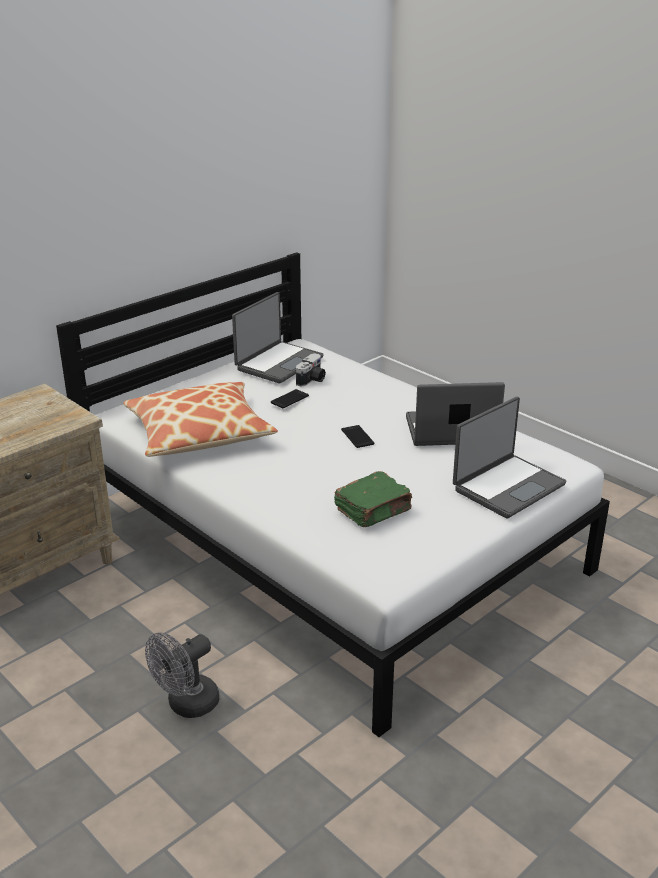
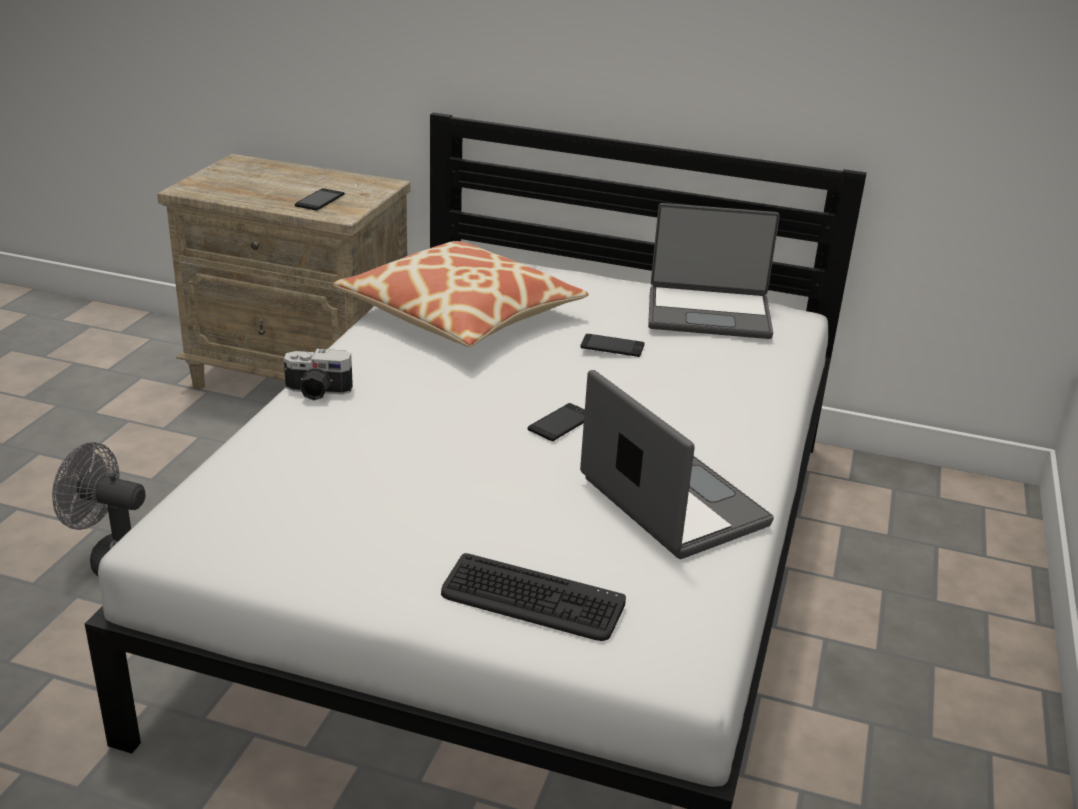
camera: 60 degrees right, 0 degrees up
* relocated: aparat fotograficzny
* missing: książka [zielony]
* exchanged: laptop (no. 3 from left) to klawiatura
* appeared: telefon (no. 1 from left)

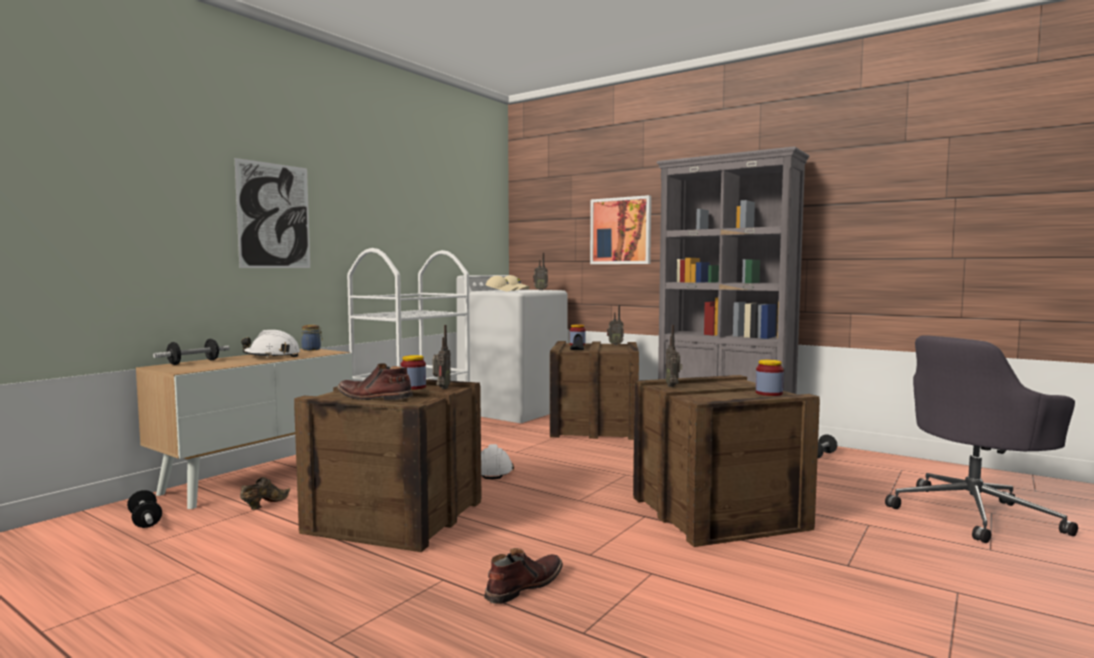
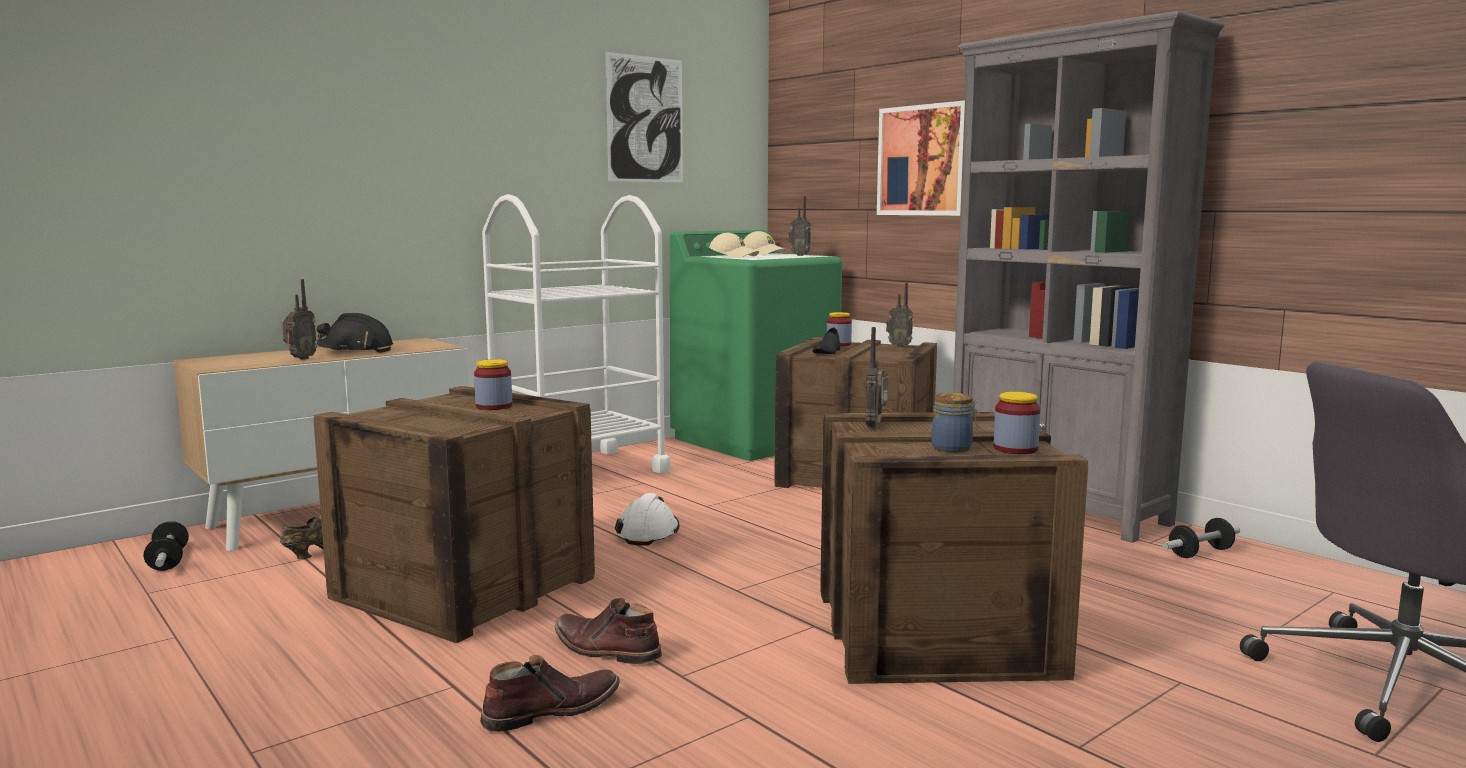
camera: 15 degrees right, 5 degrees up
* missing: hantel (no. 2 from left)
* relocated: obraz (no. 1 from left)
* colour: kask [biały] (no. 1 from left) to kask [czarny]
* relocated: słoik (no. 1 from left in the first image) to słoik (no. 3 from left)
* relocated: but z cholewką [brązowy] (no. 1 from left in the first image) to but z cholewką [brązowy] (no. 2 from left)
* relocated: radio (no. 1 from left)
* colour: pralka [biały] to pralka [zielony]

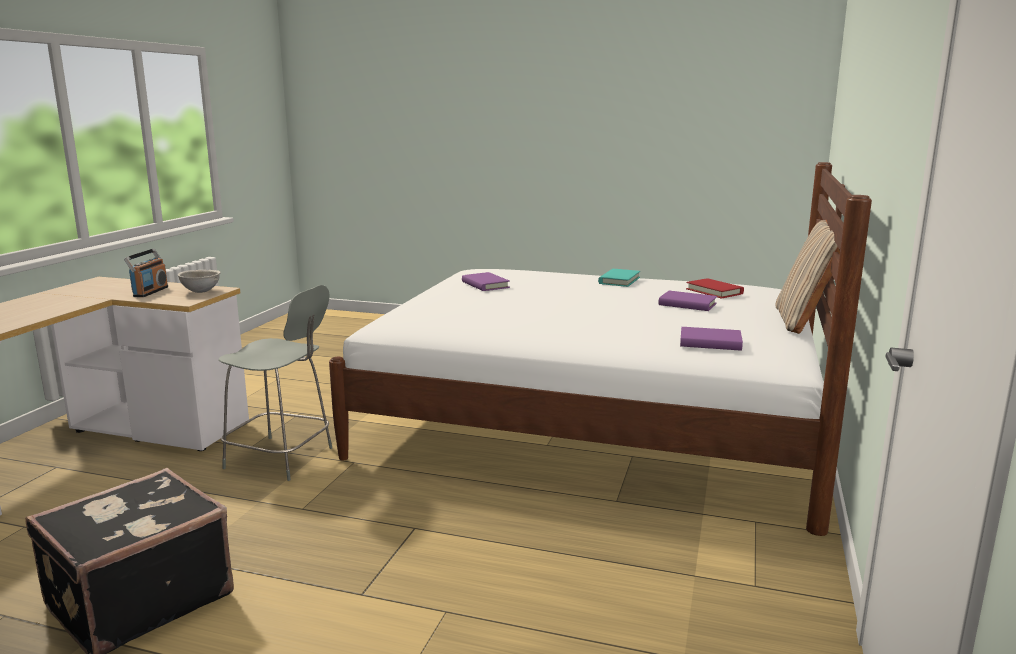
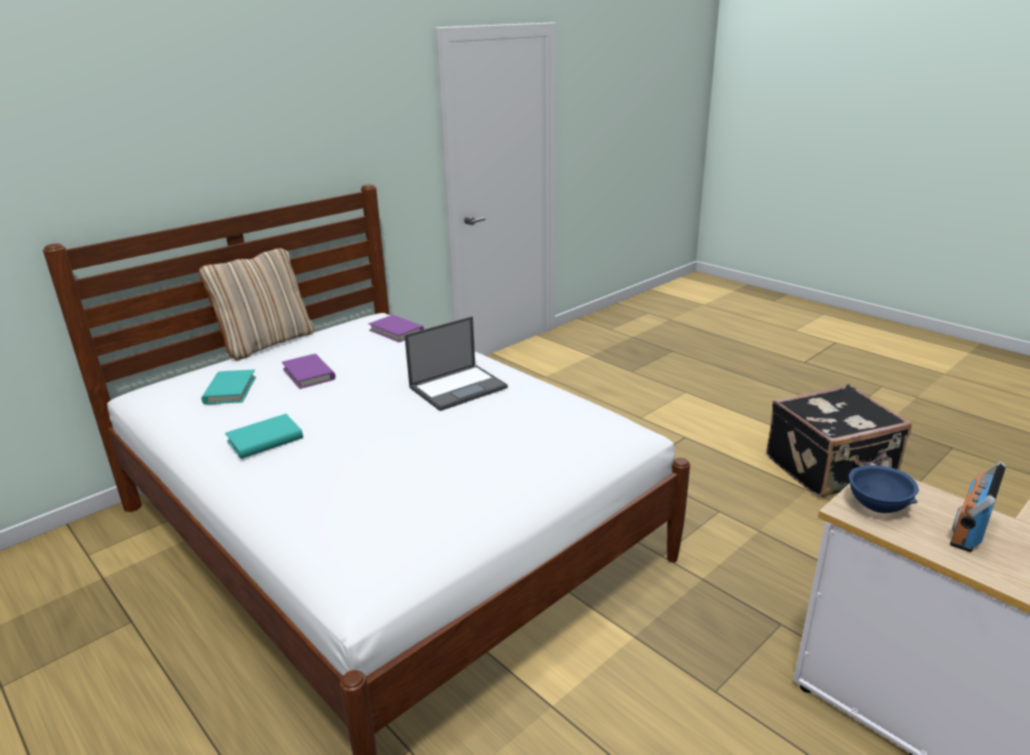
camera: 150 degrees left, 10 degrees up
* colour: miska [szary] to miska [niebieski]
* missing: krzesło [szary]
* missing: książka [fioletowy] (no. 1 from left)
* colour: książka [czerwony] to książka [turkusowy] (no. 1 from left)
* appeared: laptop

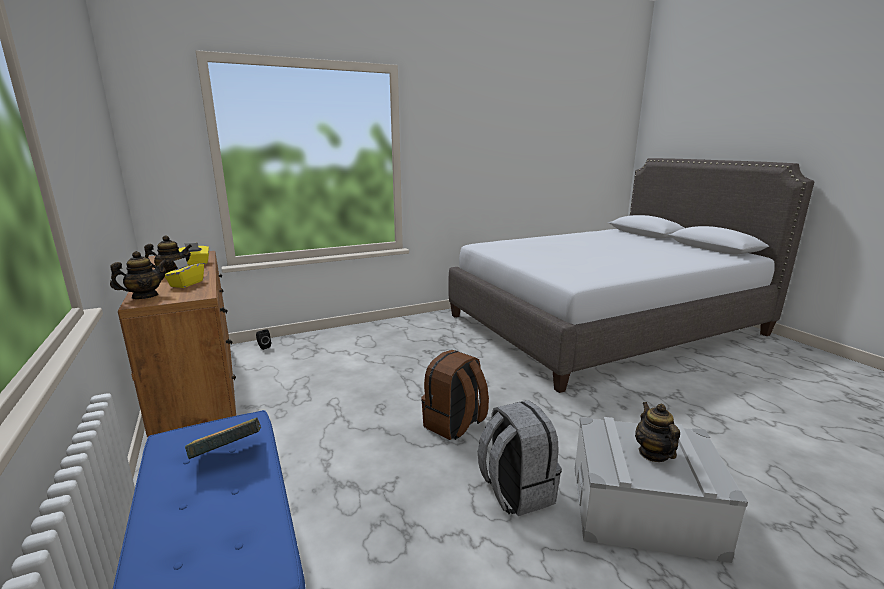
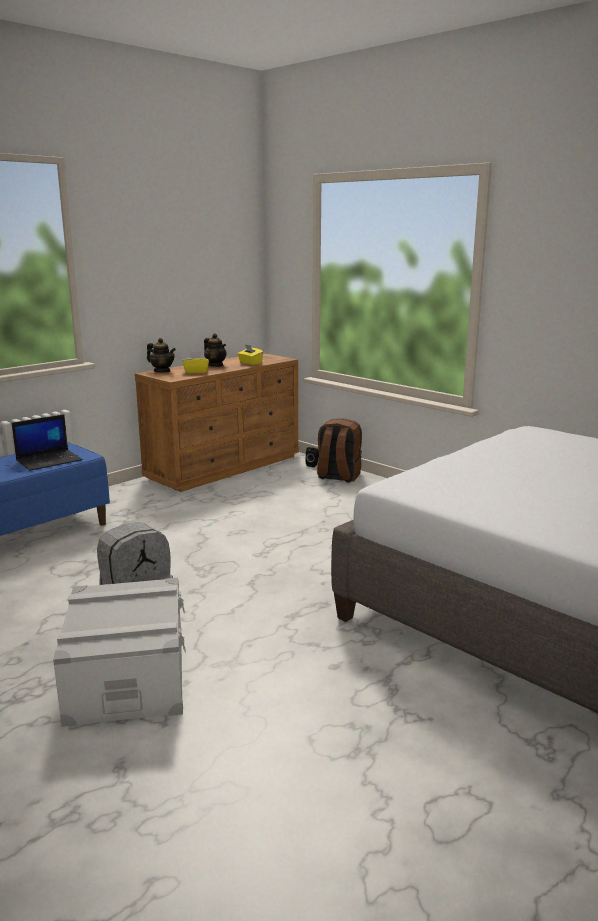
camera: 70 degrees right, 0 degrees up
* exchanged: książka to laptop
* relocated: plecak [brązowy]
* missing: imbryk (no. 3 from left)

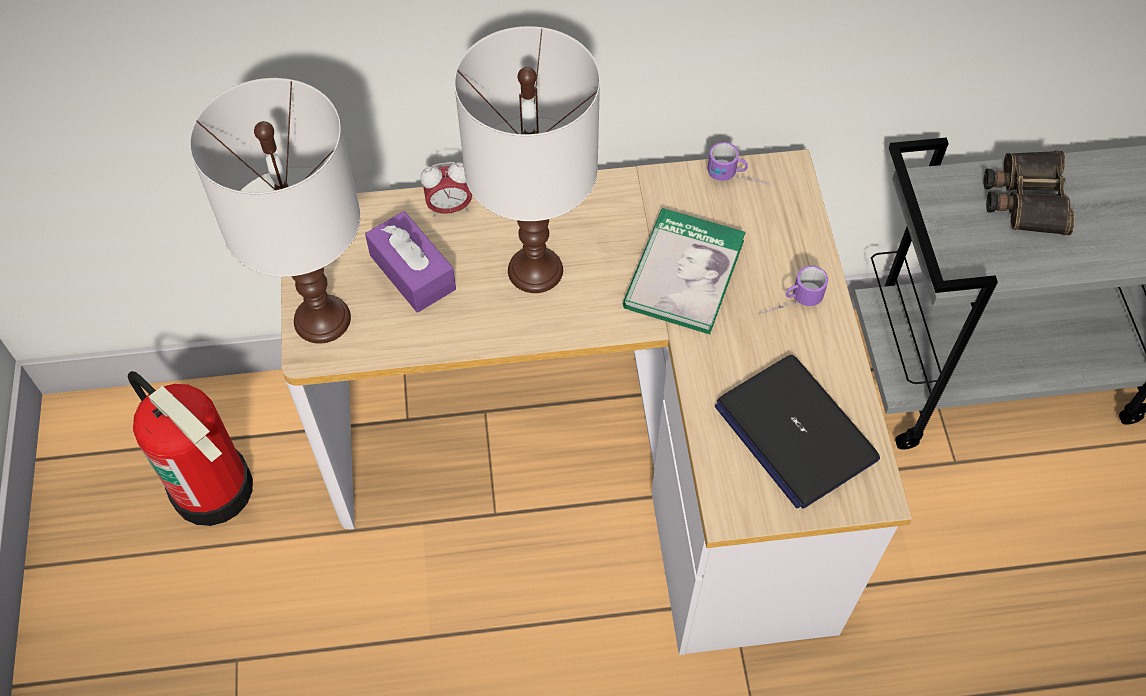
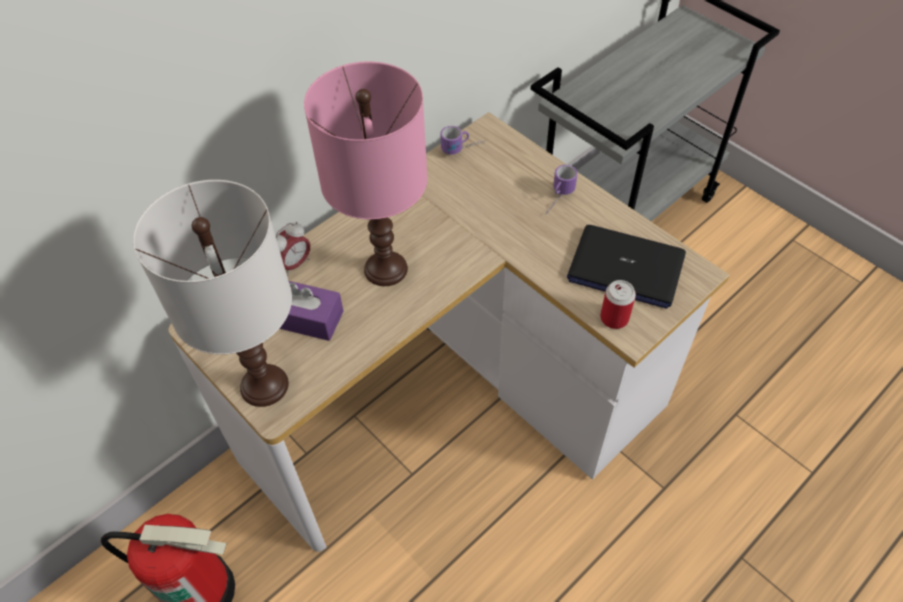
camera: 35 degrees left, 5 degrees down
* colour: lampa stołowa [biały] (no. 2 from left) to lampa stołowa [różowy]
* missing: książka
* missing: lornetka
* appeared: puszka

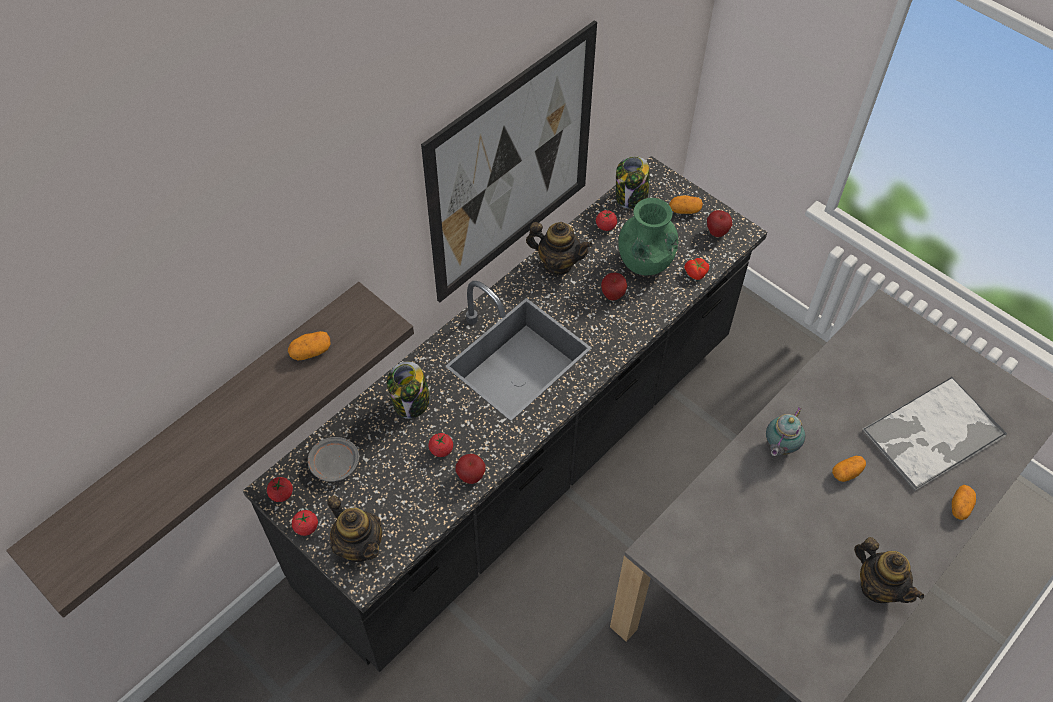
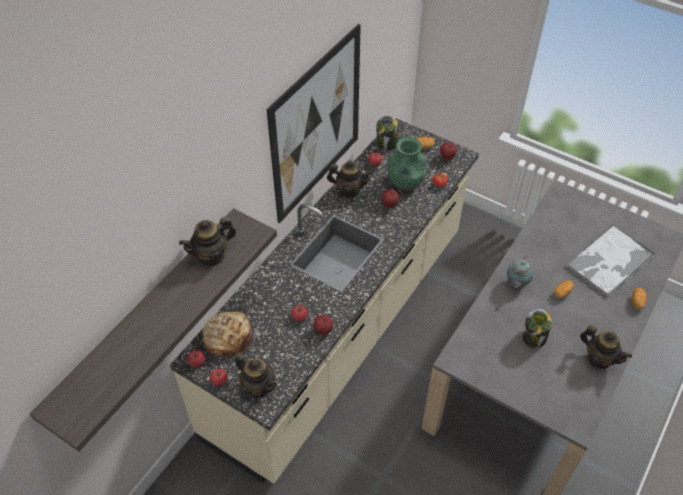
camera: 10 degrees left, 5 degrees down
* colour: zabudowa kuchenna [czarny] to zabudowa kuchenna [beżowy]
* exchanged: ziemniak (no. 1 from left) to imbryk (no. 1 from left)
* exchanged: talerz [szary] to chleb
* relocated: słoik (no. 1 from left in the first image) to słoik (no. 2 from left)

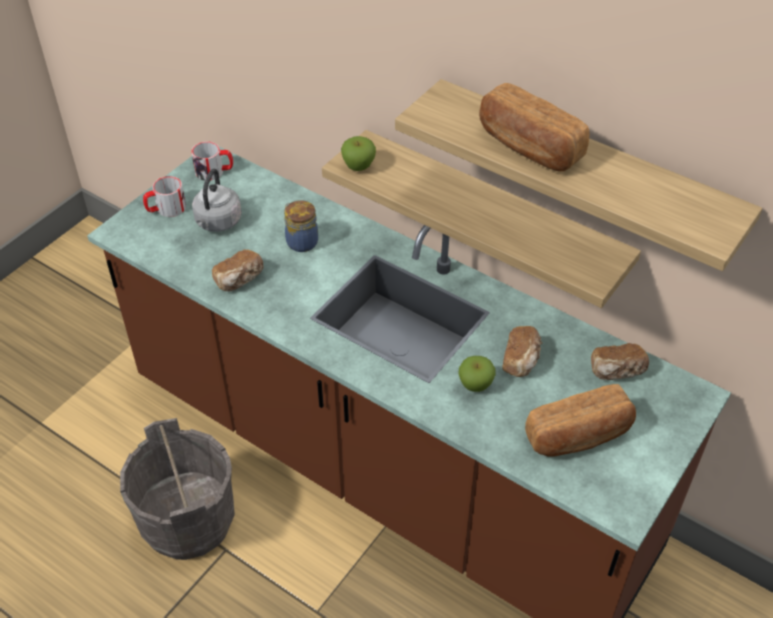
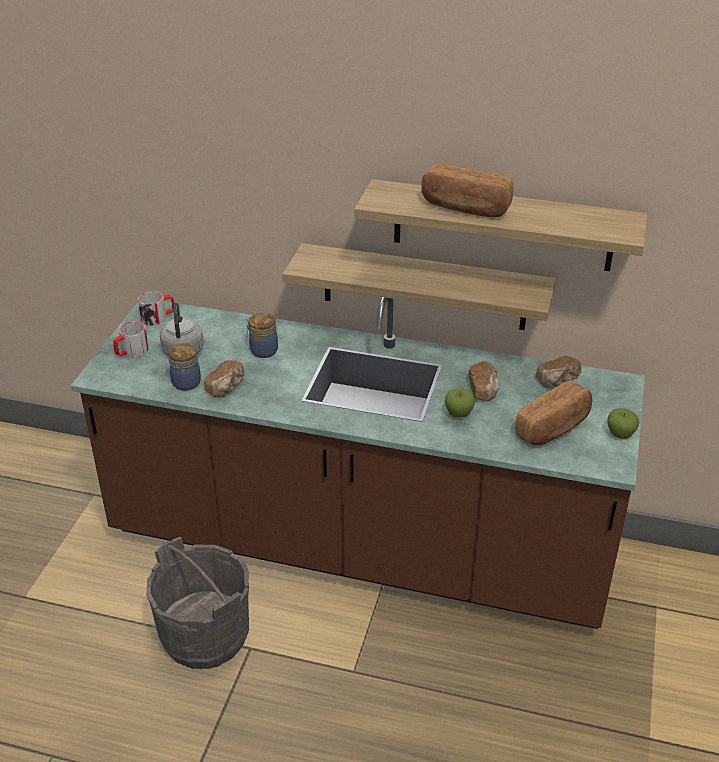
camera: 20 degrees left, 10 degrees down
* relocated: jabłko (no. 1 from left in the first image) to jabłko (no. 2 from left)
* appeared: słoik (no. 1 from left)

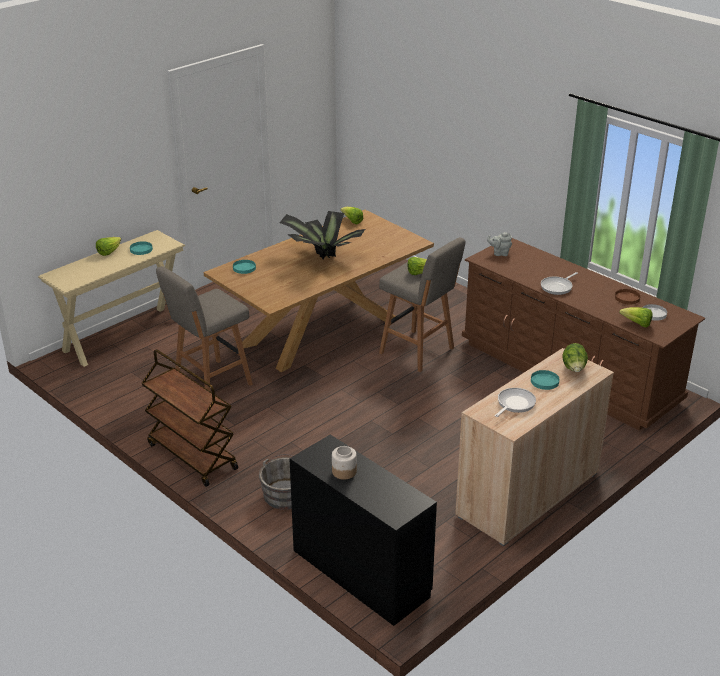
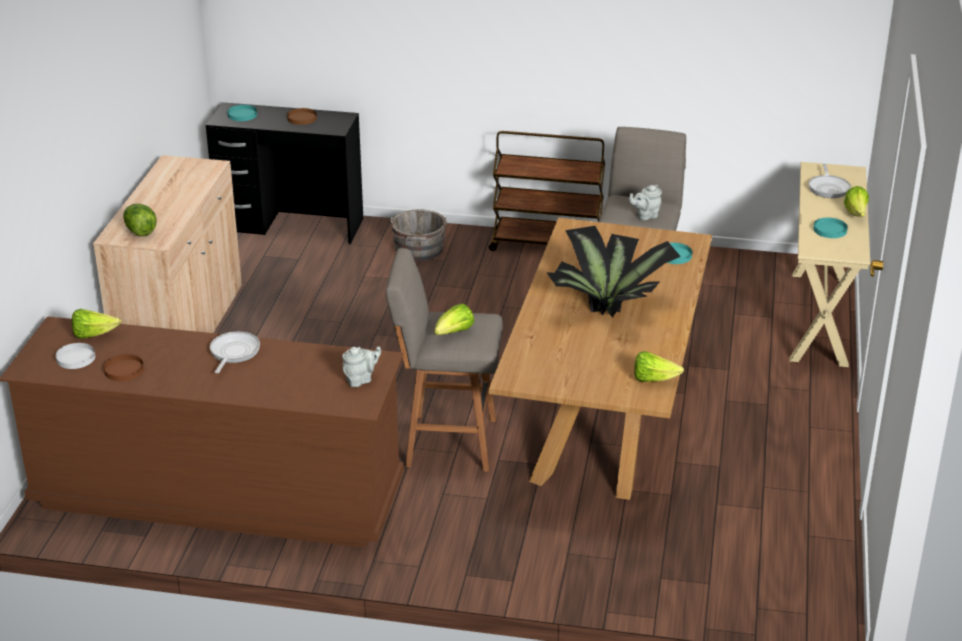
camera: 145 degrees right, 0 degrees up
* exchanged: słoik to talerz [brązowy] (no. 2 from left)
* relocated: patelnia (no. 1 from left in the first image) to patelnia (no. 2 from left)
* relocated: talerz [turkusowy] (no. 3 from left in the first image) to talerz [turkusowy] (no. 1 from left)
* appeared: imbryk [szary] (no. 2 from left)

